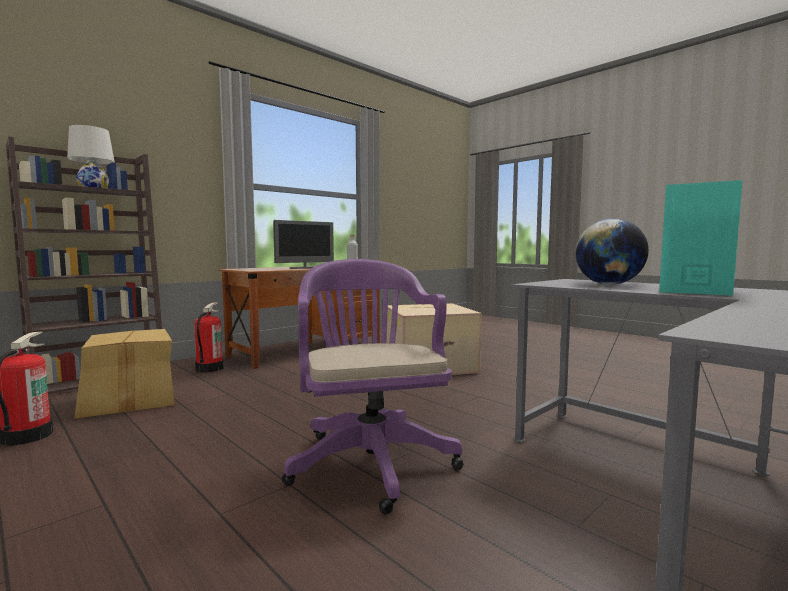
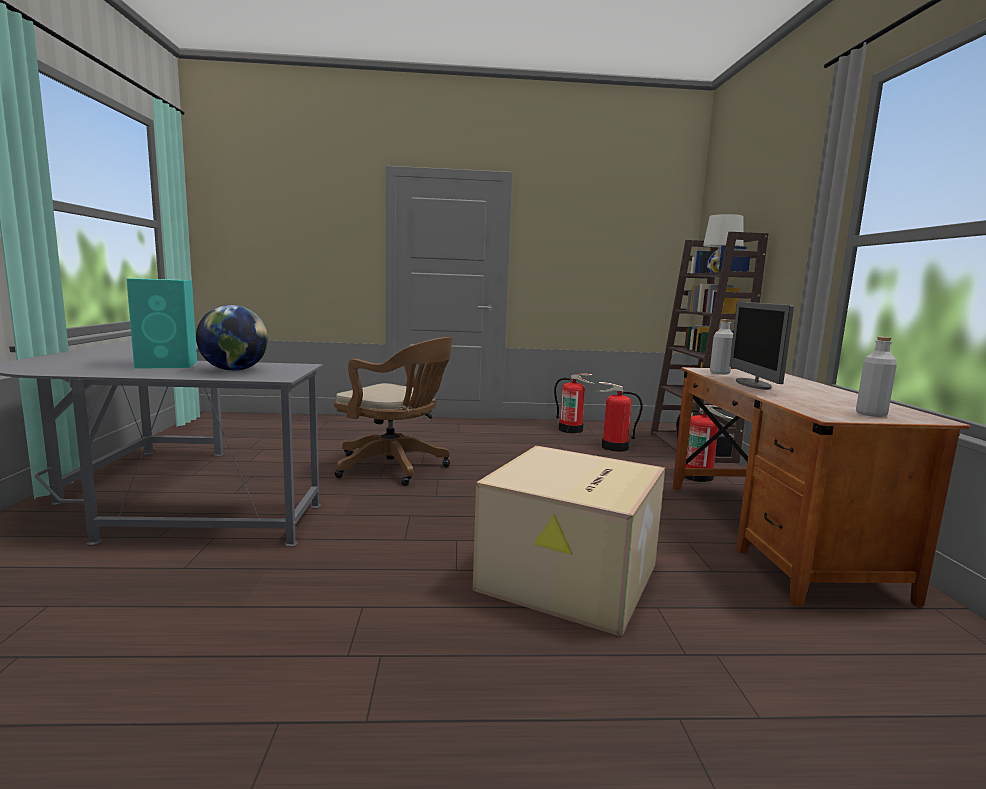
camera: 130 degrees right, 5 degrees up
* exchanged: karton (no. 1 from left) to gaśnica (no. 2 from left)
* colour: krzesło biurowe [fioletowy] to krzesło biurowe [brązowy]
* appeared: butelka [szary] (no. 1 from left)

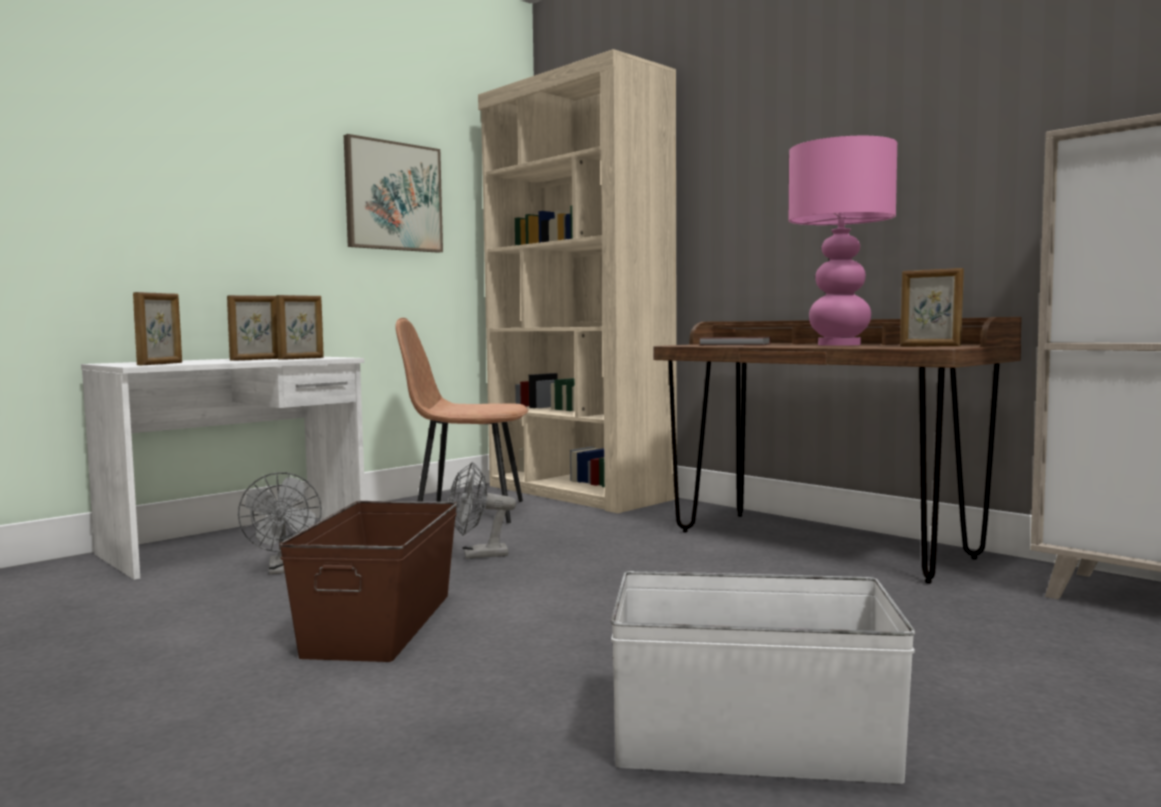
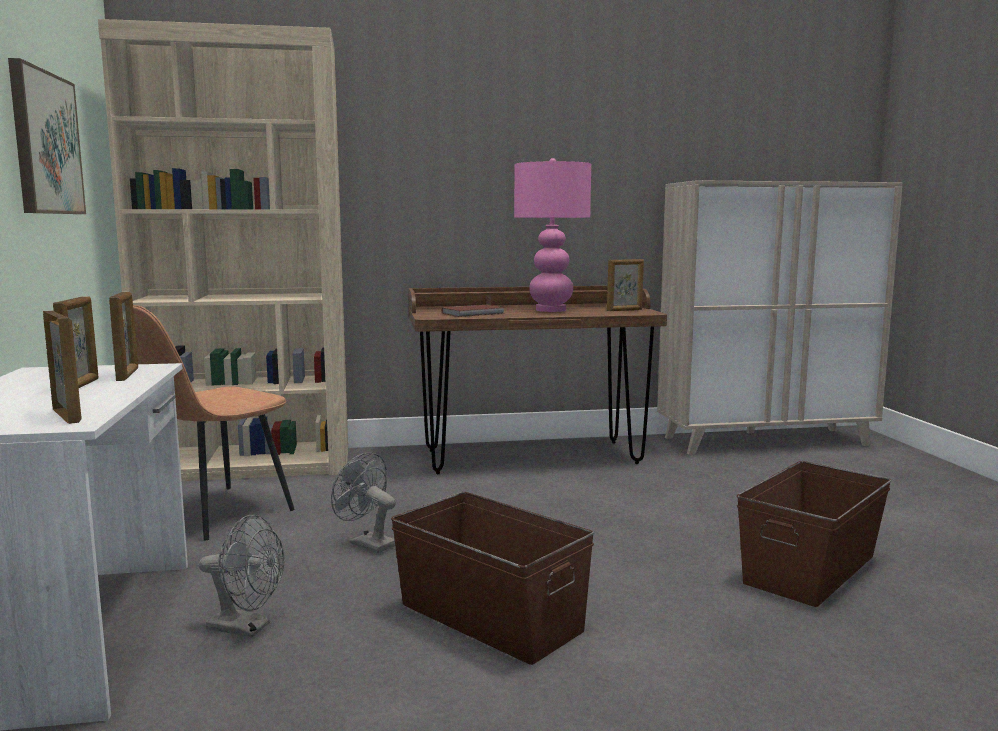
camera: 55 degrees left, 5 degrees up
* spun: wentylator [szary] (no. 2 from left) 105 degrees clockwise
* colour: pojemnik do przechowywania [biały] to pojemnik do przechowywania [brązowy] (no. 2 from left)

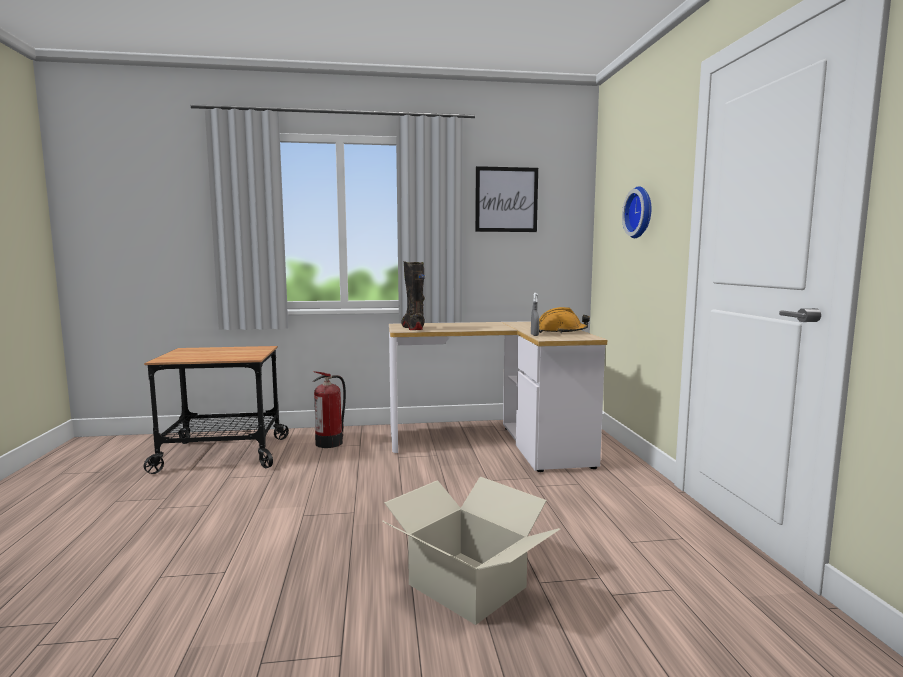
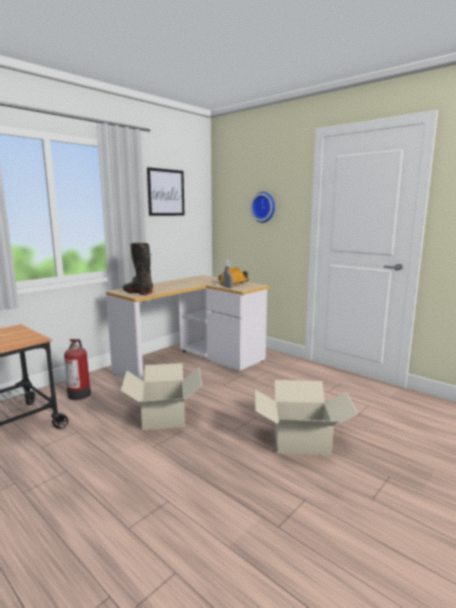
camera: 40 degrees left, 5 degrees up
* appeared: karton (no. 1 from left)

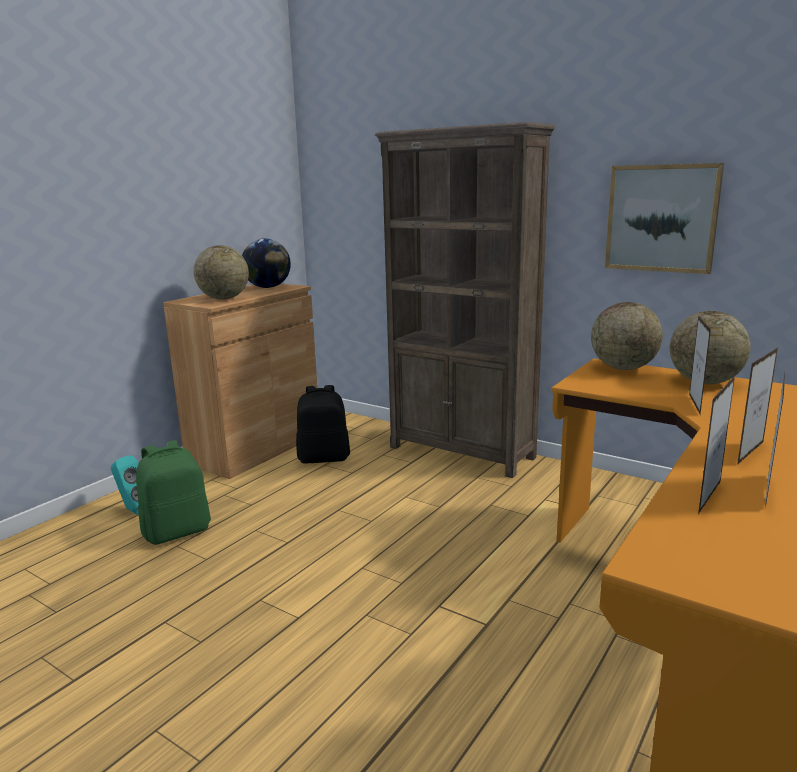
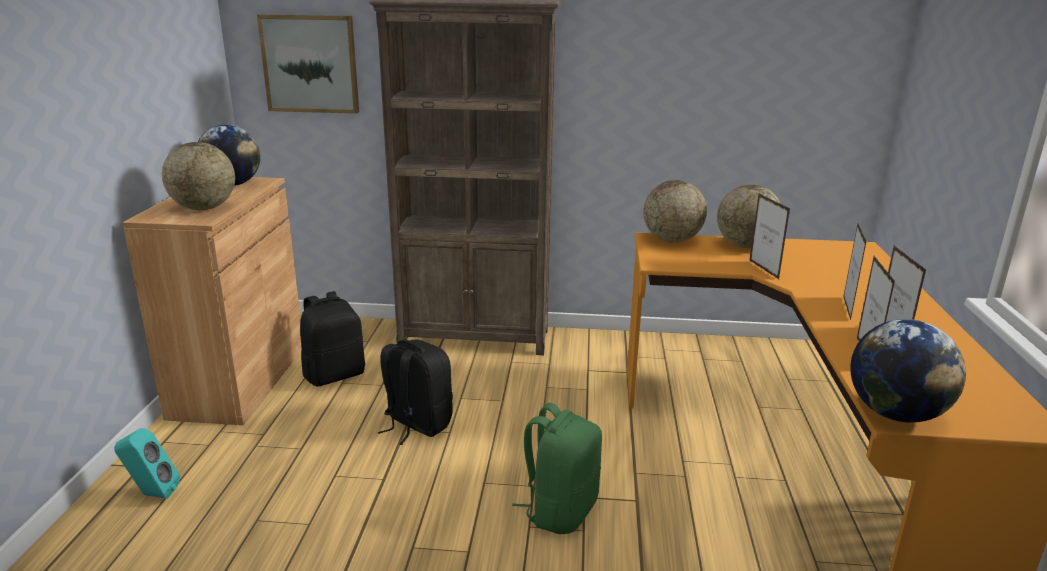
camera: 30 degrees left, 5 degrees up
* relocated: plecak [zielony]
* relocated: obraz
* appeared: plecak [czarny] (no. 2 from left)
* appeared: globus (no. 5 from left)

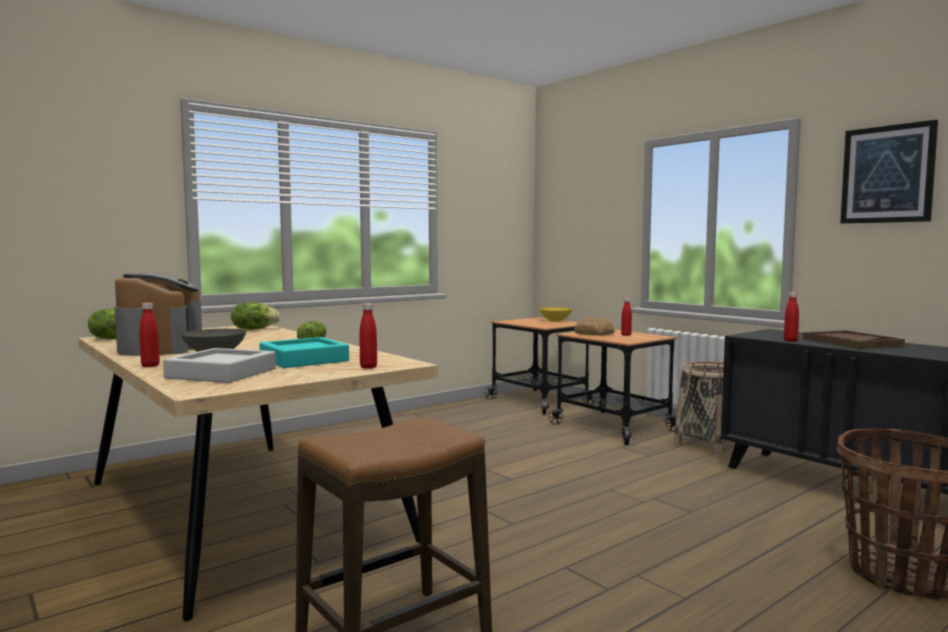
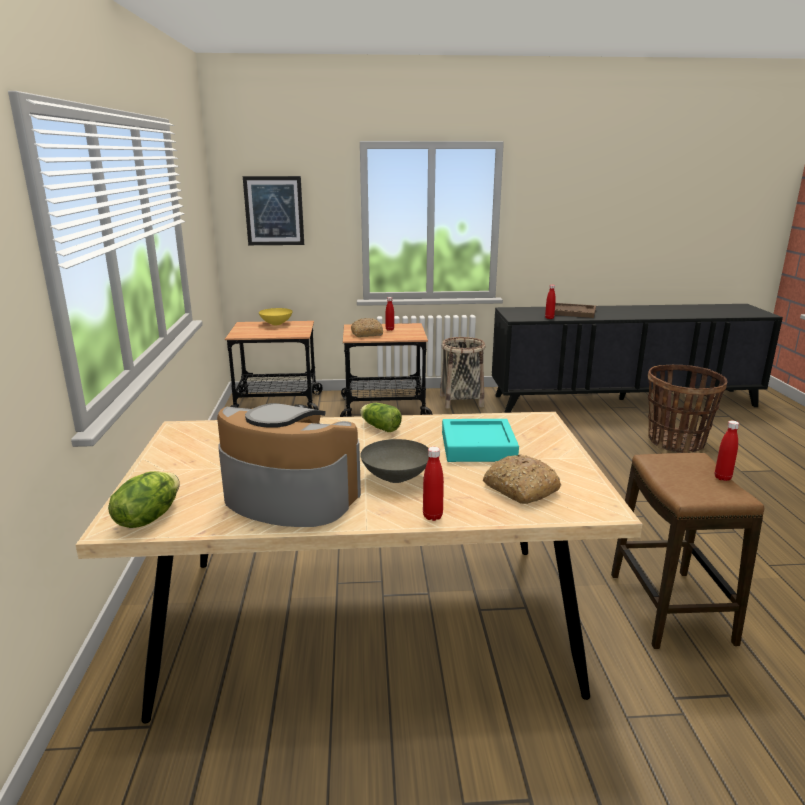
camera: 55 degrees left, 15 degrees up
* exchanged: taca [szary] to chleb (no. 2 from left)
* missing: sałata (no. 2 from left)
* relocated: butelka [czerwony] (no. 2 from left in the first image) to butelka [czerwony] (no. 4 from left)
* relocated: obraz

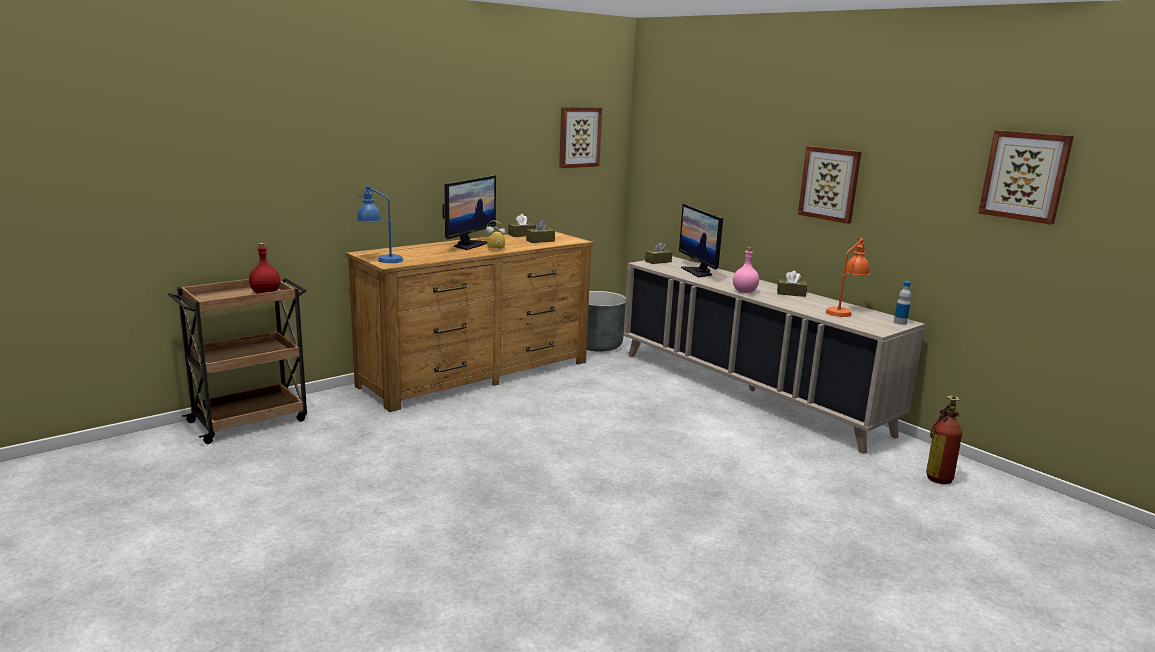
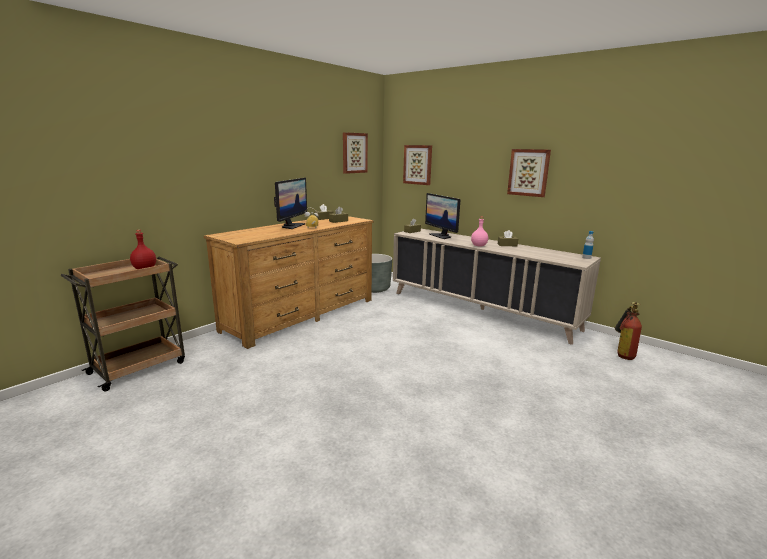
camera: 10 degrees left, 0 degrees up
* missing: lampa stołowa [niebieski]
* missing: lampa stołowa [pomarańczowy]
* relocated: obraz (no. 3 from left in the first image) to obraz (no. 2 from left)

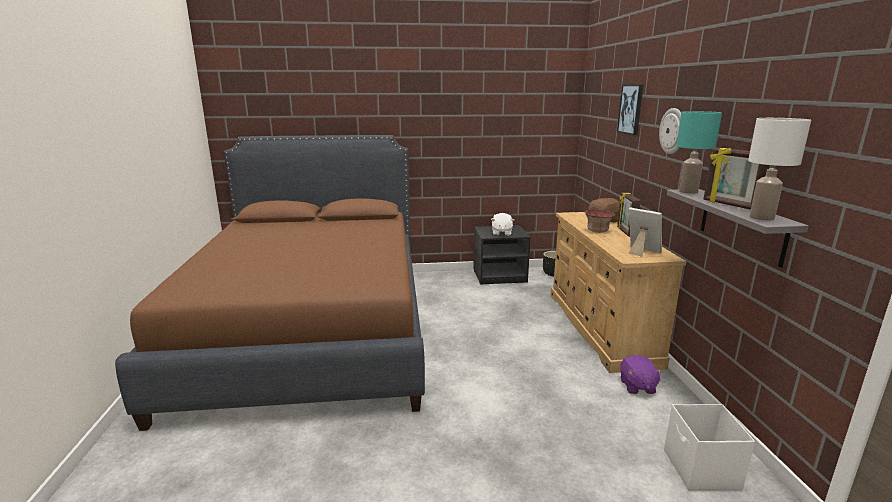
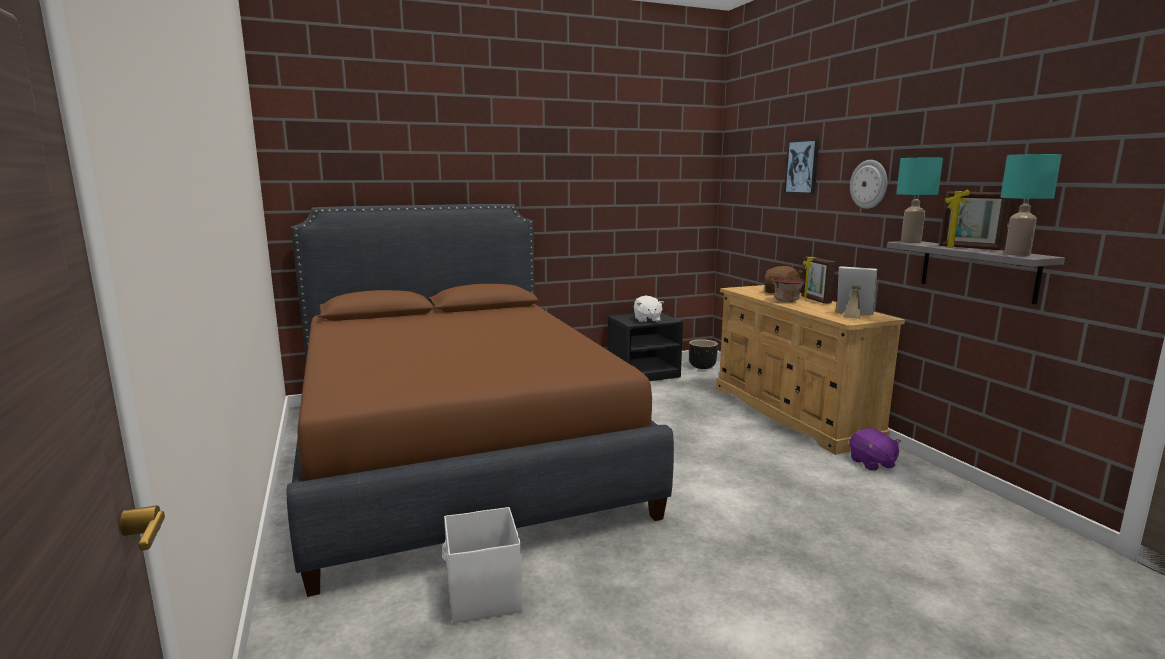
camera: 15 degrees left, 5 degrees down
* relocated: pojemnik do przechowywania [biały]
* colour: lampa stołowa [biały] to lampa stołowa [turkusowy] (no. 2 from left)

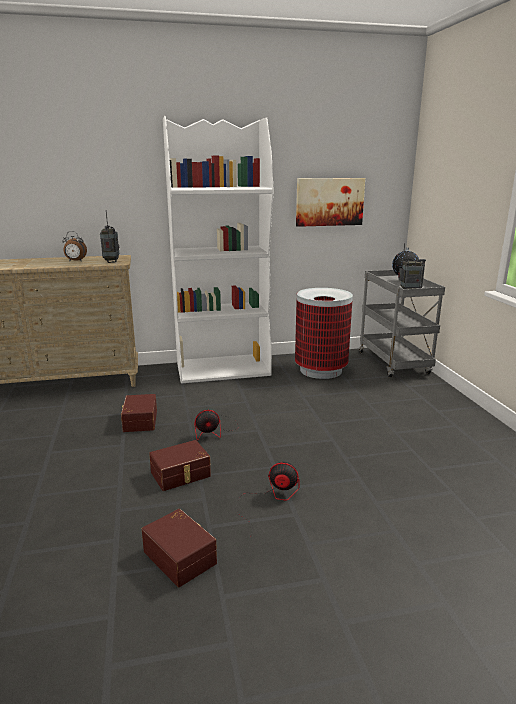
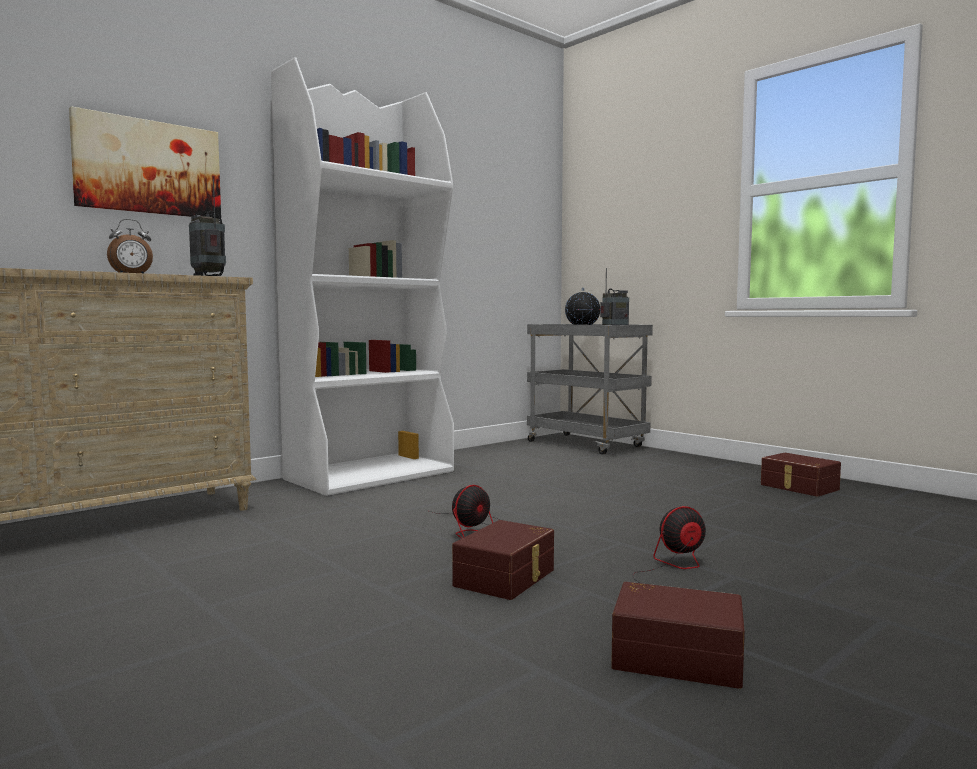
camera: 30 degrees left, 15 degrees down
* relocated: pojemnik do przechowywania [brązowy] (no. 1 from left in the first image) to pojemnik do przechowywania [brązowy] (no. 3 from left)
* missing: kosz na śmieci
* relocated: obraz

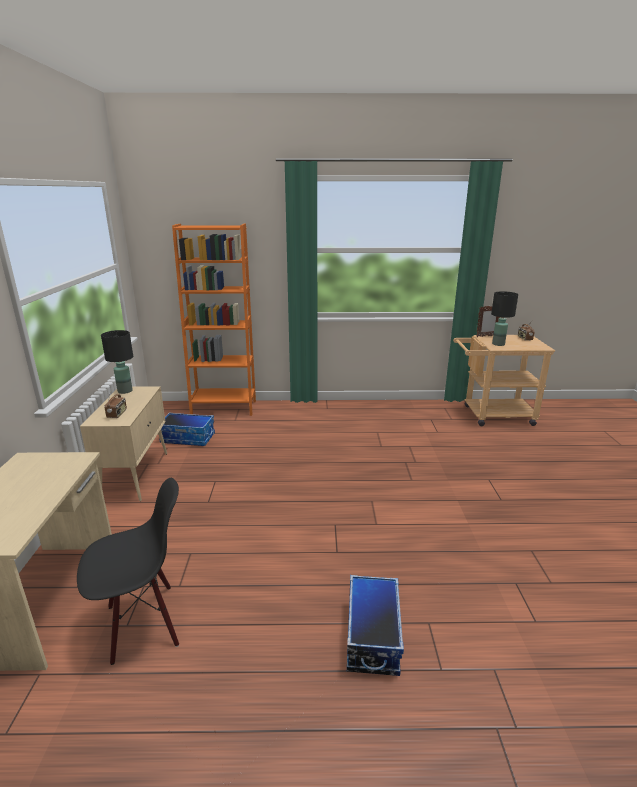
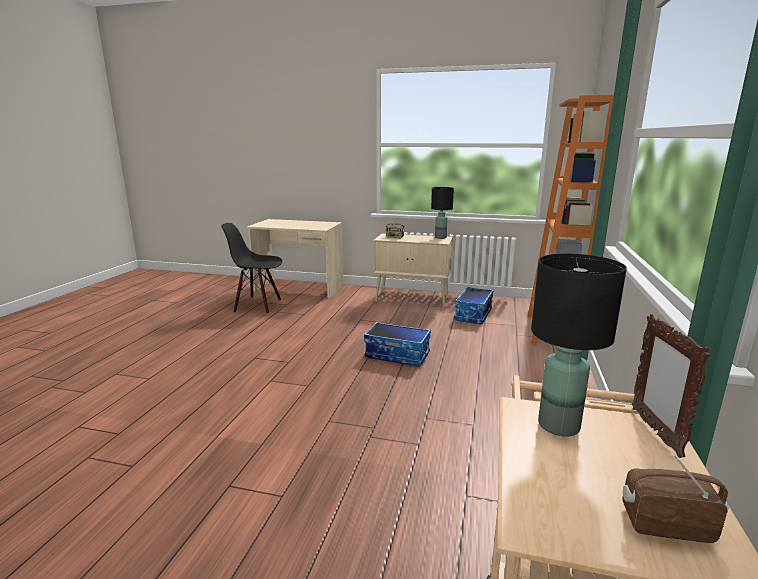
camera: 105 degrees right, 5 degrees down
* spun: krzesło [czarny] 105 degrees clockwise
* relocated: pojemnik do przechowywania (no. 2 from left in the first image) to pojemnik do przechowywania (no. 1 from left)

